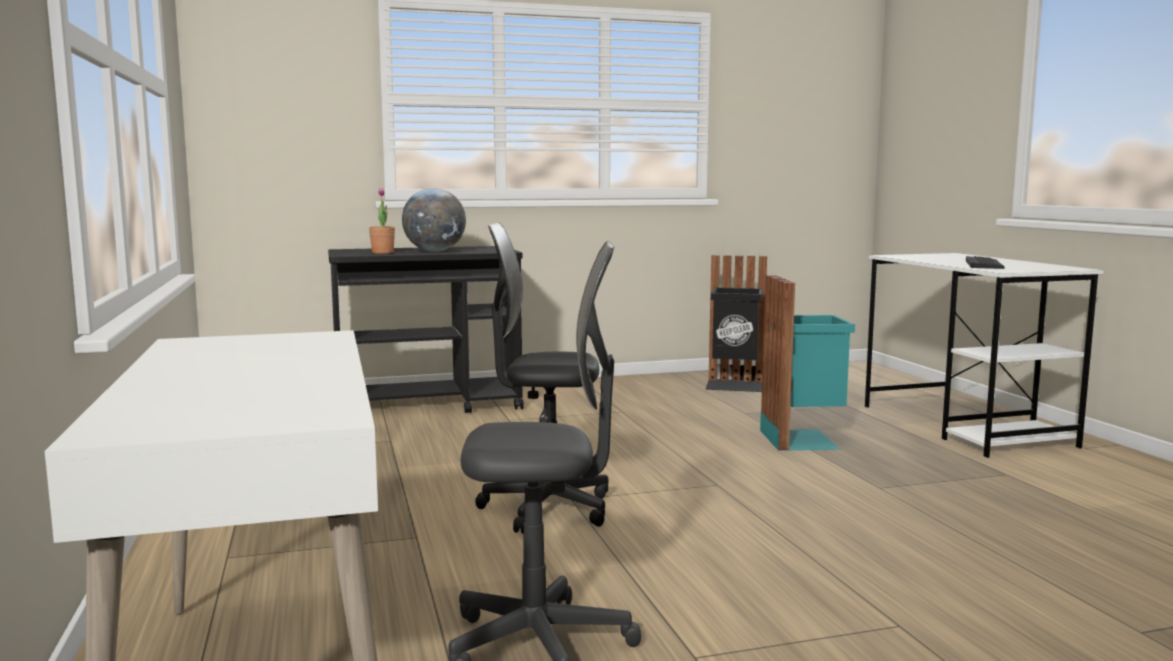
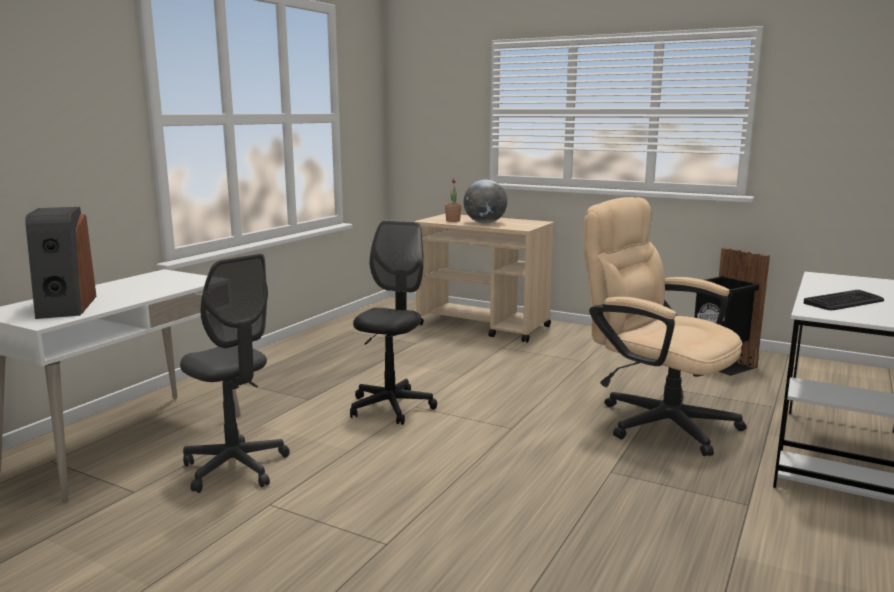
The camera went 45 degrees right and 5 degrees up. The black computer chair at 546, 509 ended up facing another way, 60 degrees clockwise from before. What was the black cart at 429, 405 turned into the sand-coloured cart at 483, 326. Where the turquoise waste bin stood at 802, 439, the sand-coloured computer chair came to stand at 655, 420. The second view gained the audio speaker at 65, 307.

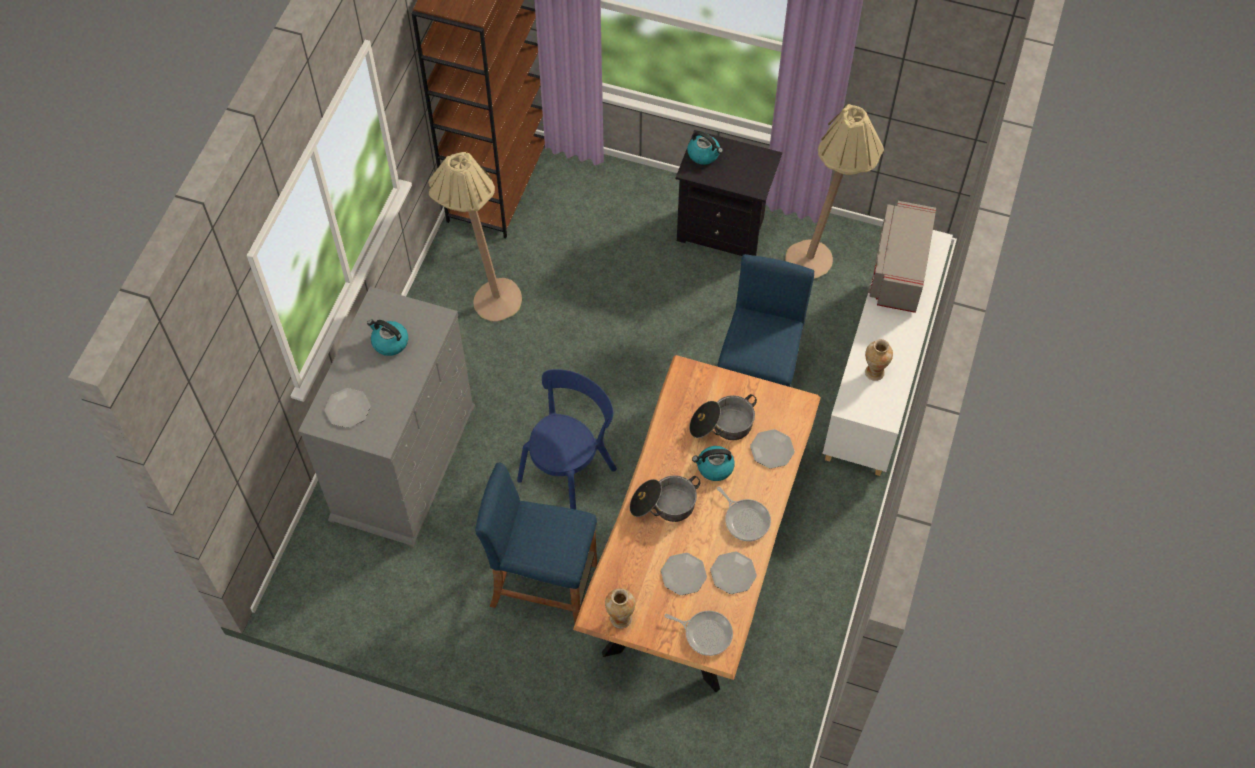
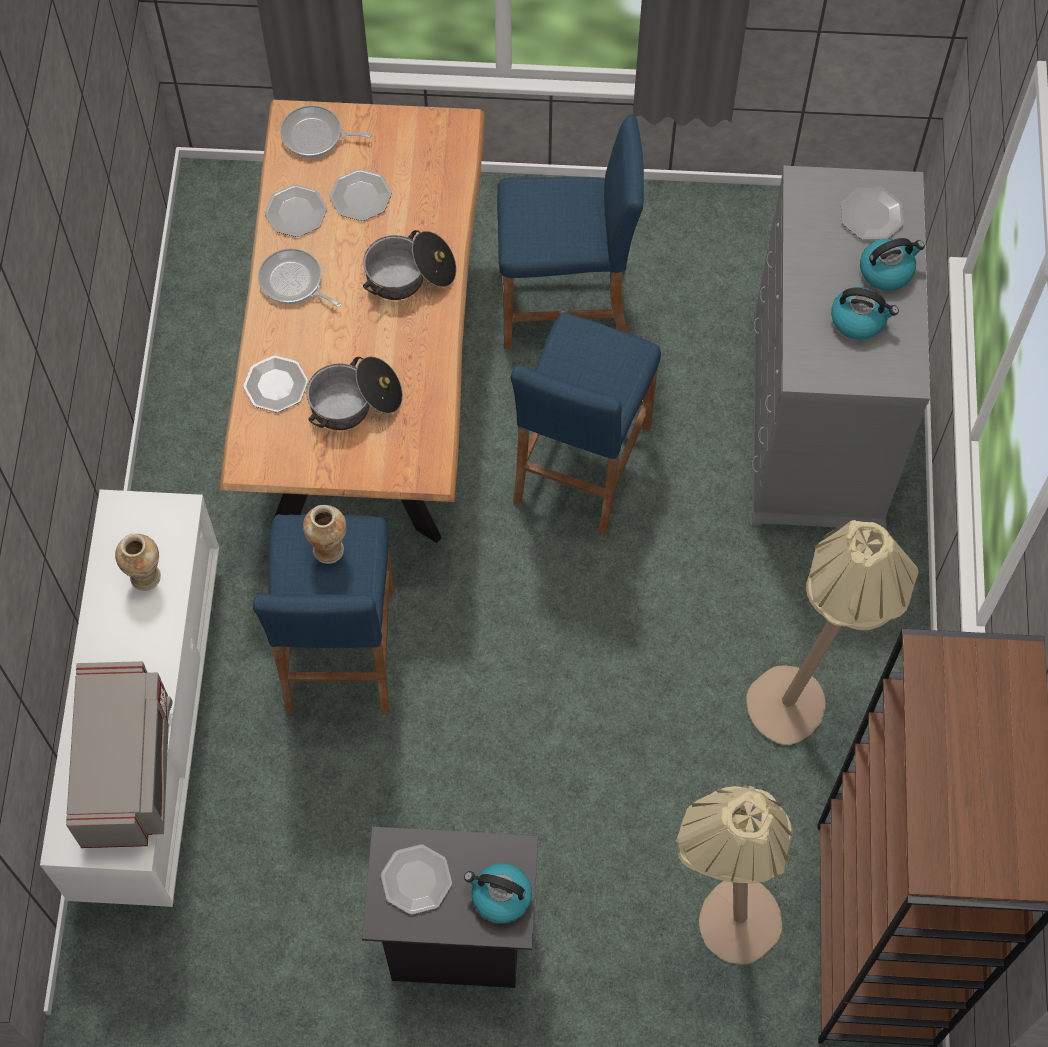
The camera went 165 degrees right and 5 degrees up. The sand-coloured standing lamp ended up elsewhere, having gone from 820, 262 to 719, 923. Where the bluish plain chair stood at 569, 471, the bluish stool came to stand at 581, 463. The water kettle ended up elsewhere, having gone from 714, 467 to 887, 270. The flower vase ended up elsewhere, having gone from 620, 618 to 329, 550. The second view gained the plate at 416, 880.

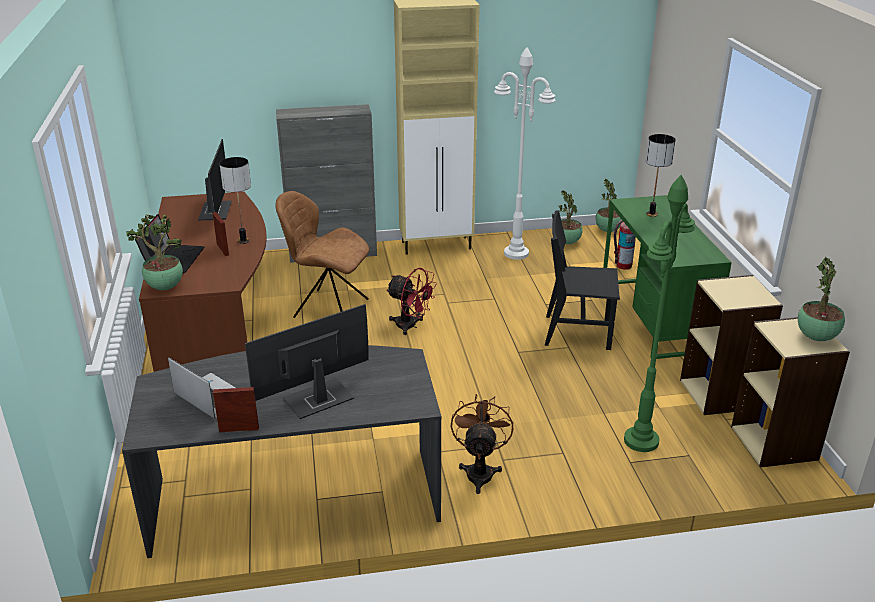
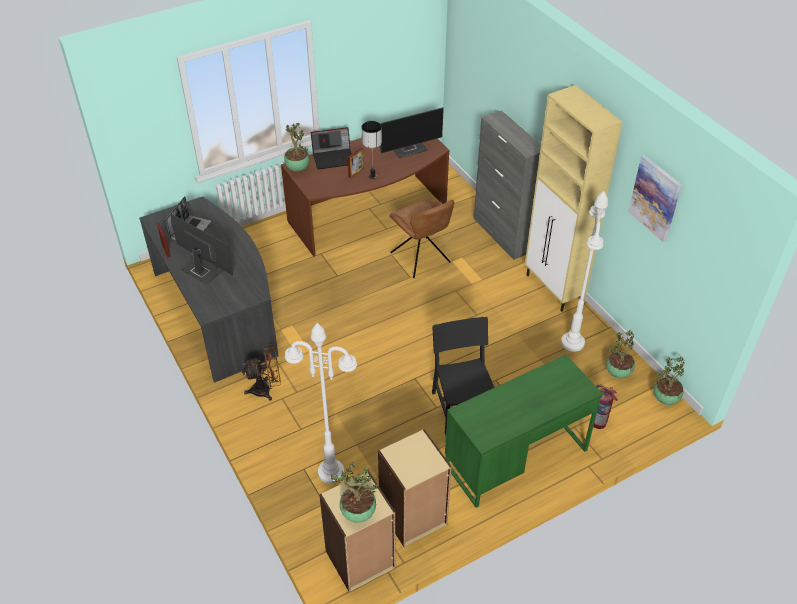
The camera went 70 degrees right and 15 degrees up. The second view lost the lamp for a table at 651, 214. What was the green standing lamp at 641, 440 turned into the white-coloured standing lamp at 331, 472. The brown-coloured plain chair at 328, 308 ended up facing another way, 150 degrees clockwise from before. The second view lost the reddish fan at 411, 326. The second view gained the picture at 655, 198.

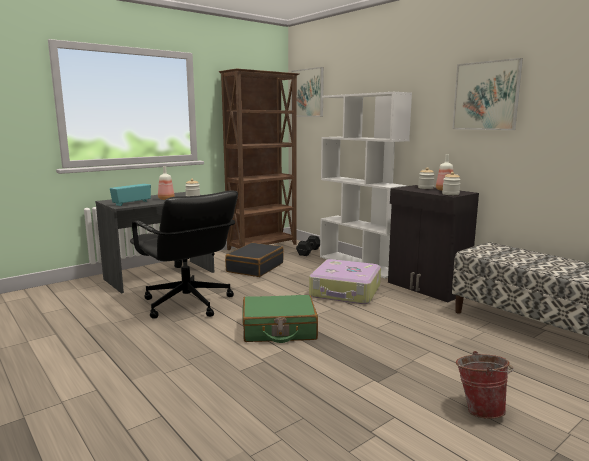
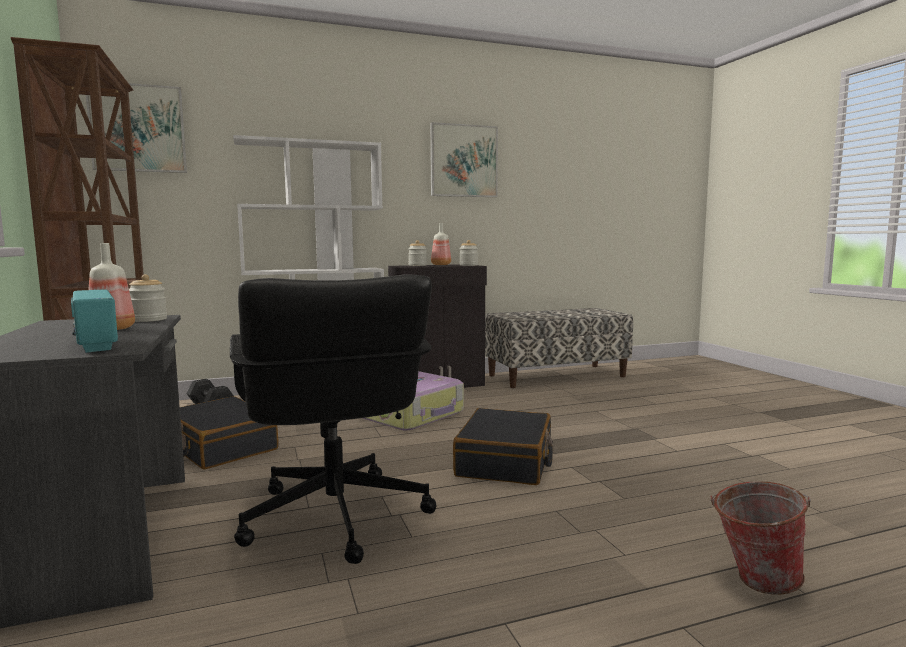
The camera went 70 degrees left and 5 degrees down. The black computer chair at 187, 304 ended up facing another way, 90 degrees clockwise from before. What was the green piece of luggage at 279, 329 turned into the black piece of luggage at 506, 462. The water bucket ended up elsewhere, having gone from 480, 409 to 754, 581.

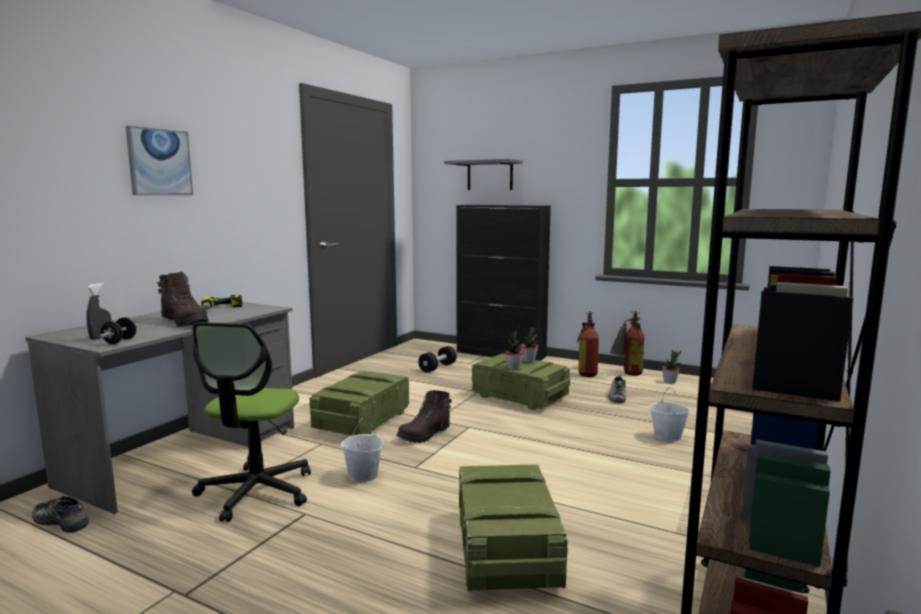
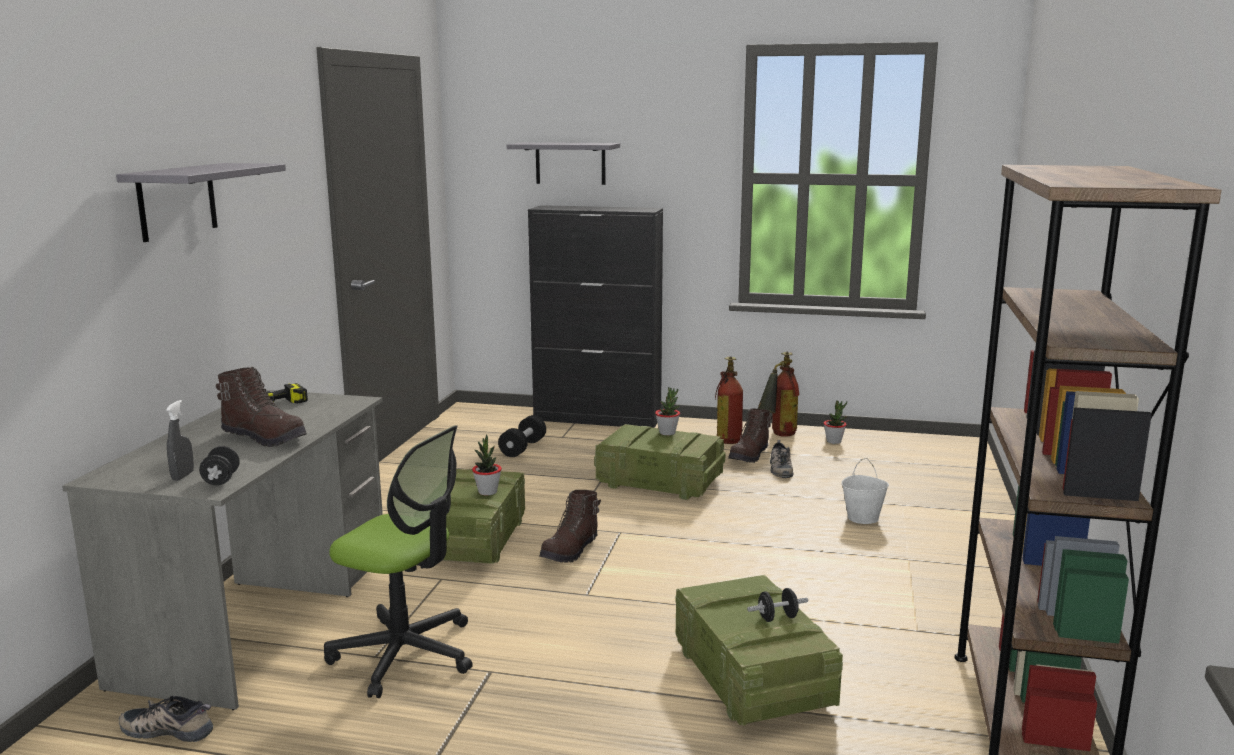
The camera went 15 degrees left and 5 degrees up. Where the picture hung at 159, 162, the gray bracket shelf came to hang at 177, 201. The computer chair at 256, 492 ended up facing another way, 60 degrees counterclockwise from before. The potted plant ended up elsewhere, having gone from 513, 368 to 487, 492. The second view lost the white-coloured water bucket at 363, 476. The second view gained the brown-coloured high-top boot at 750, 455. The second view gained the black hand weight at 777, 618.

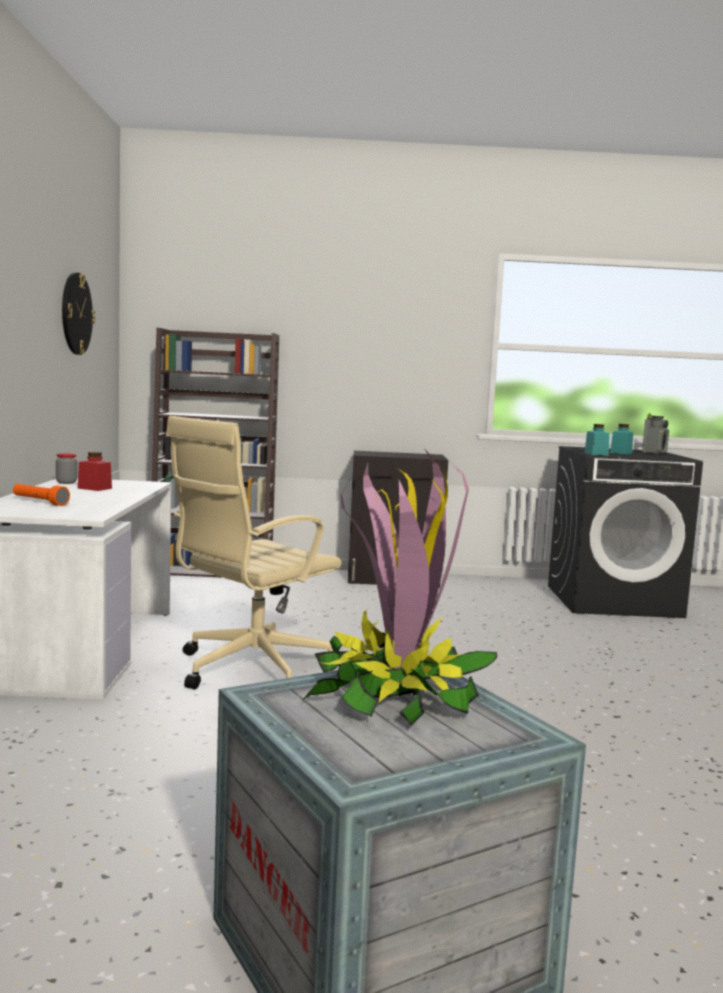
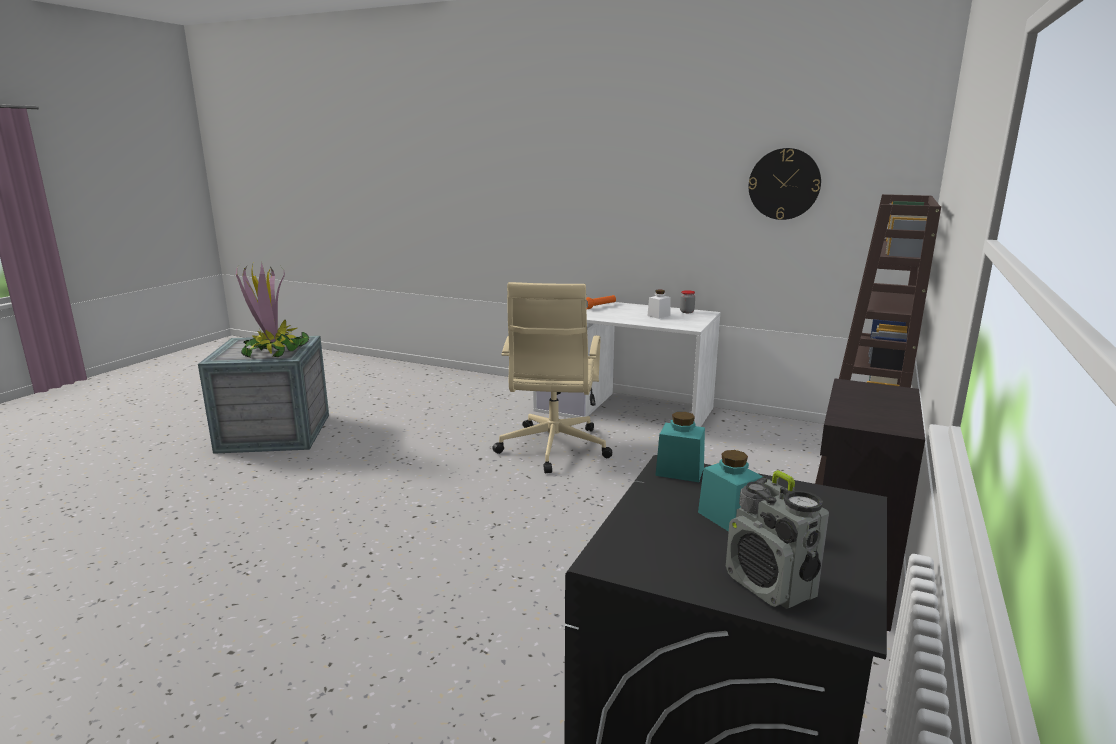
The camera went 115 degrees right and 10 degrees up. The sand-coloured computer chair at 250, 669 ended up facing another way, 150 degrees counterclockwise from before. What was the reddish preserve jar at 94, 488 turned into the white-coloured preserve jar at 658, 315.

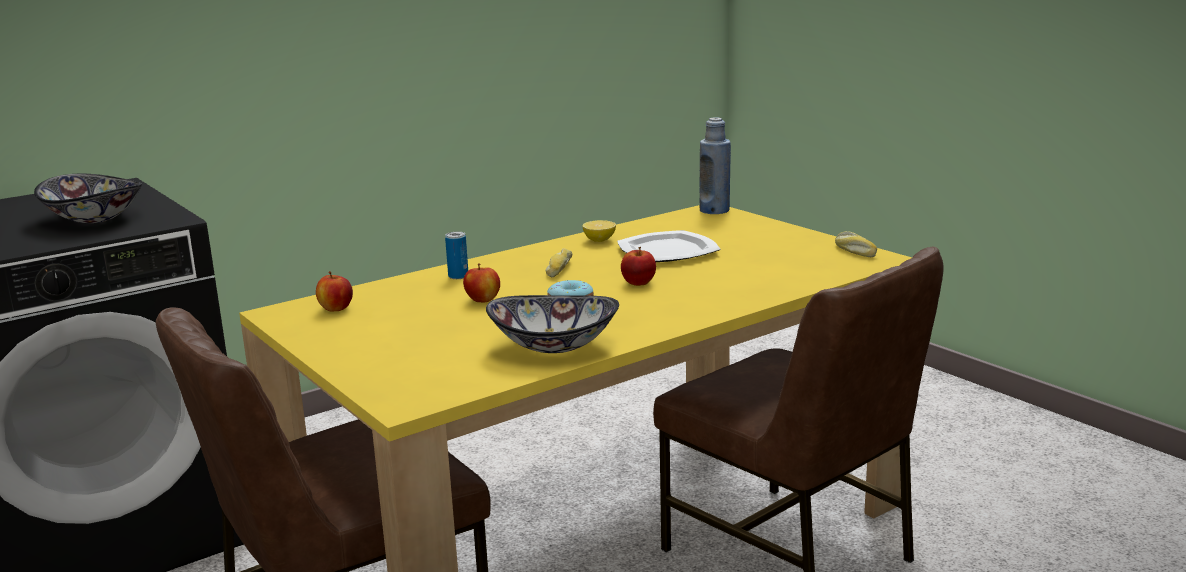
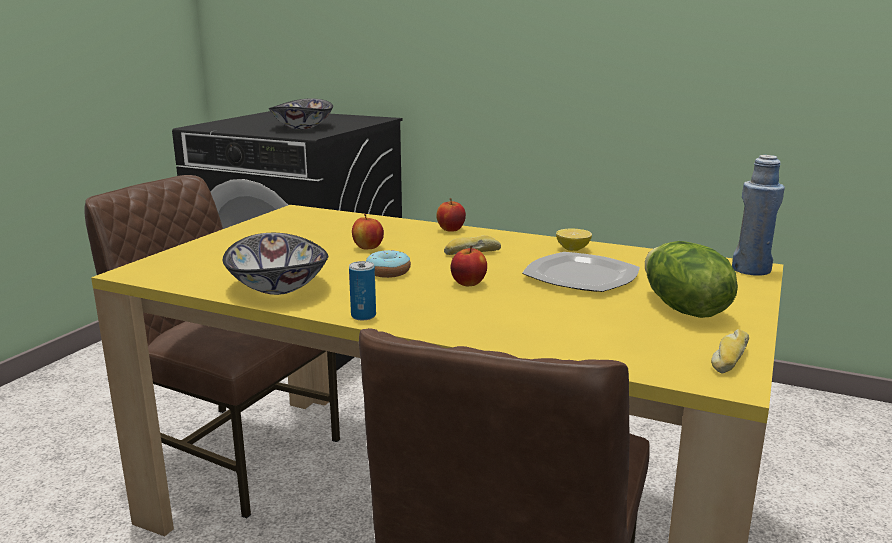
The camera went 60 degrees right and 0 degrees up. The can ended up elsewhere, having gone from 458, 276 to 363, 316. The apple fruit ended up elsewhere, having gone from 336, 309 to 450, 230. The second view gained the lettuce at 682, 308.

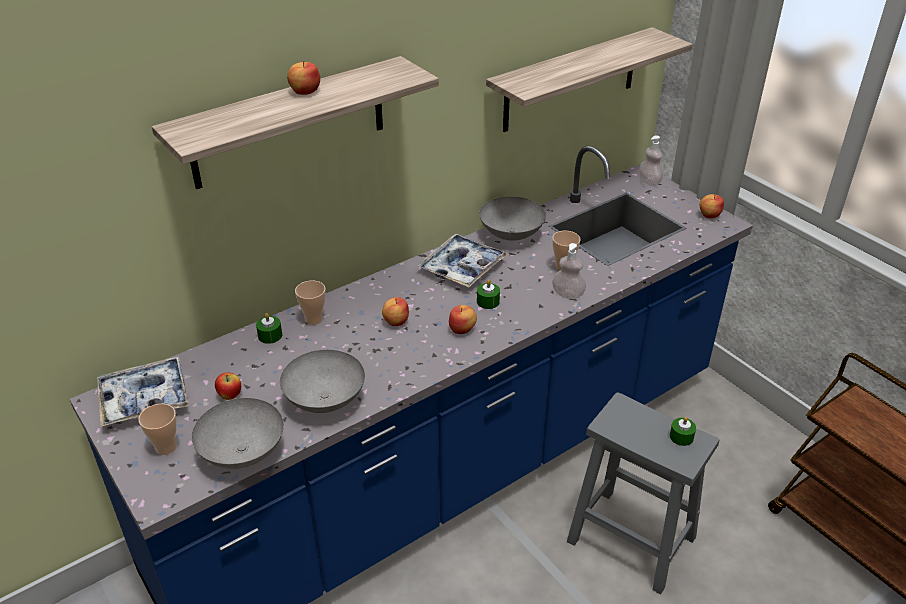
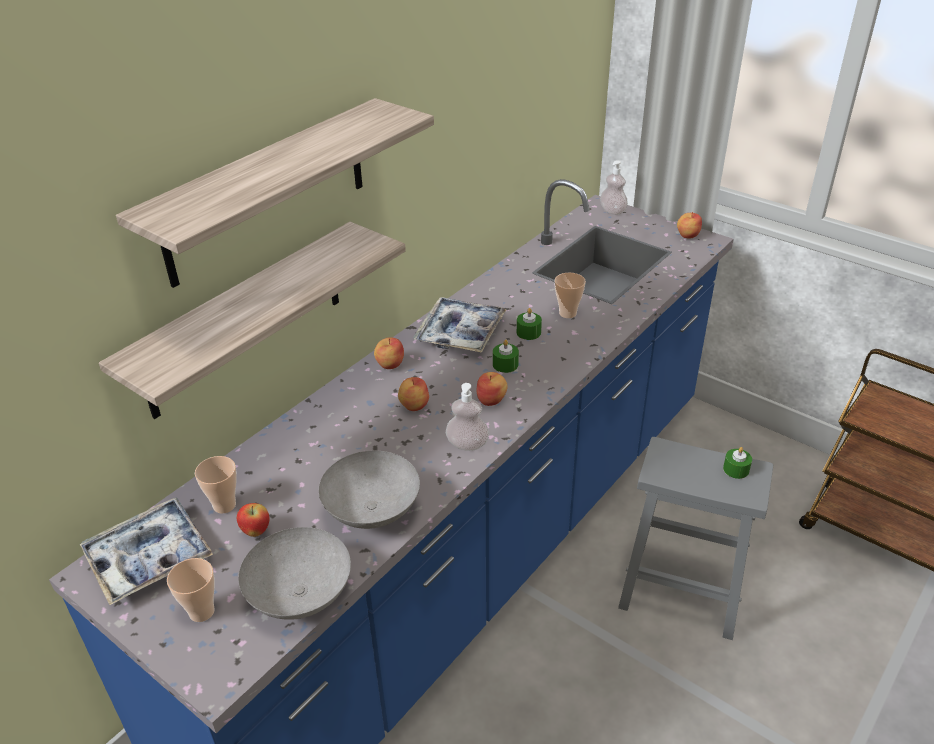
The camera went 15 degrees left and 0 degrees up. The bracket shelf ended up elsewhere, having gone from 571, 80 to 245, 320. The apple fruit ended up elsewhere, having gone from 305, 91 to 390, 364. The second view lost the gray deep dish at 511, 235. The soap bottle ended up elsewhere, having gone from 568, 294 to 467, 444. The small cup ended up elsewhere, having gone from 314, 319 to 224, 505. The green wax light ended up elsewhere, having gone from 270, 335 to 528, 332.

